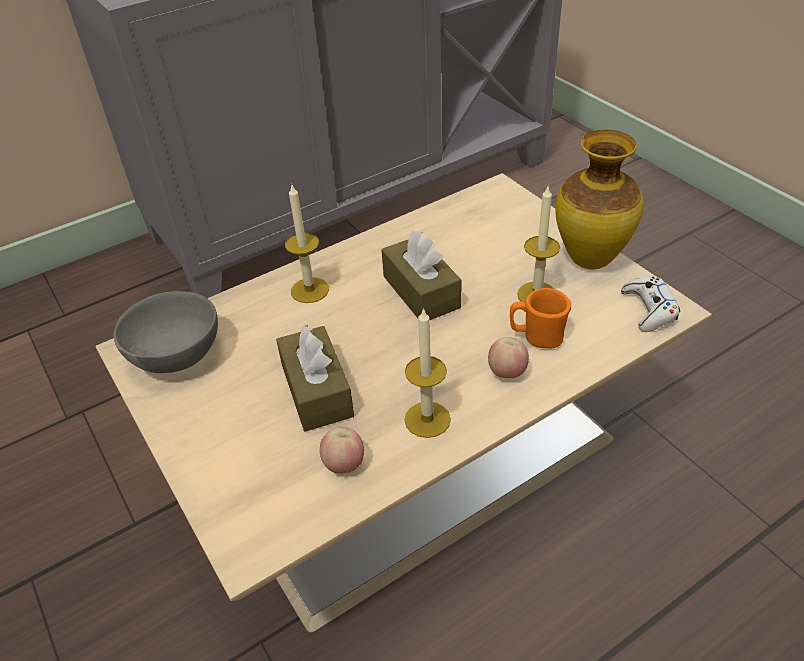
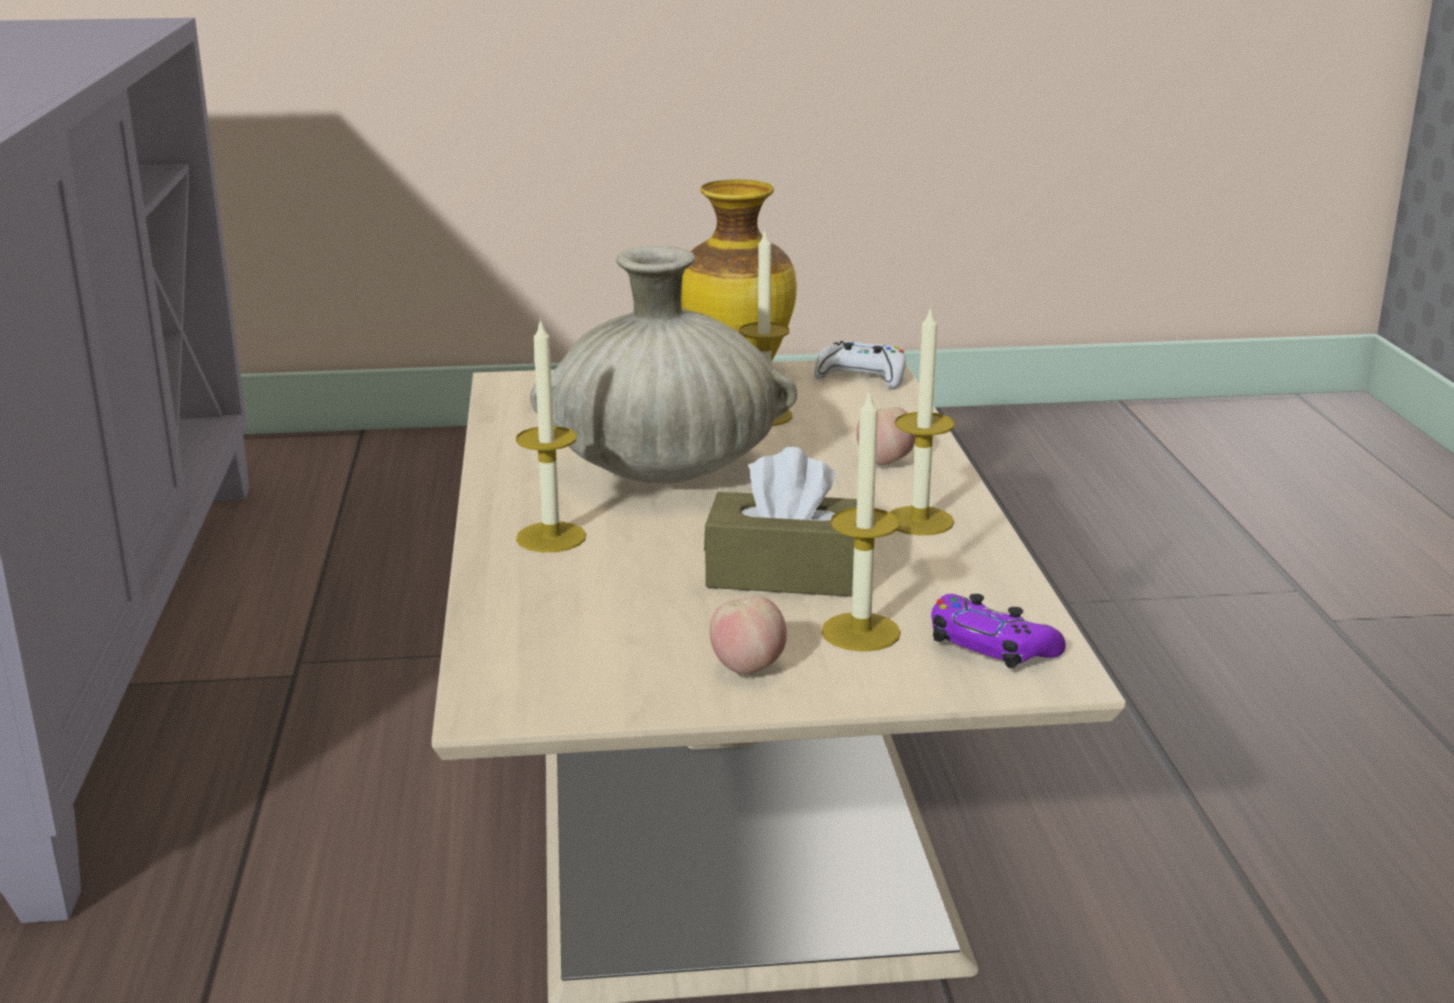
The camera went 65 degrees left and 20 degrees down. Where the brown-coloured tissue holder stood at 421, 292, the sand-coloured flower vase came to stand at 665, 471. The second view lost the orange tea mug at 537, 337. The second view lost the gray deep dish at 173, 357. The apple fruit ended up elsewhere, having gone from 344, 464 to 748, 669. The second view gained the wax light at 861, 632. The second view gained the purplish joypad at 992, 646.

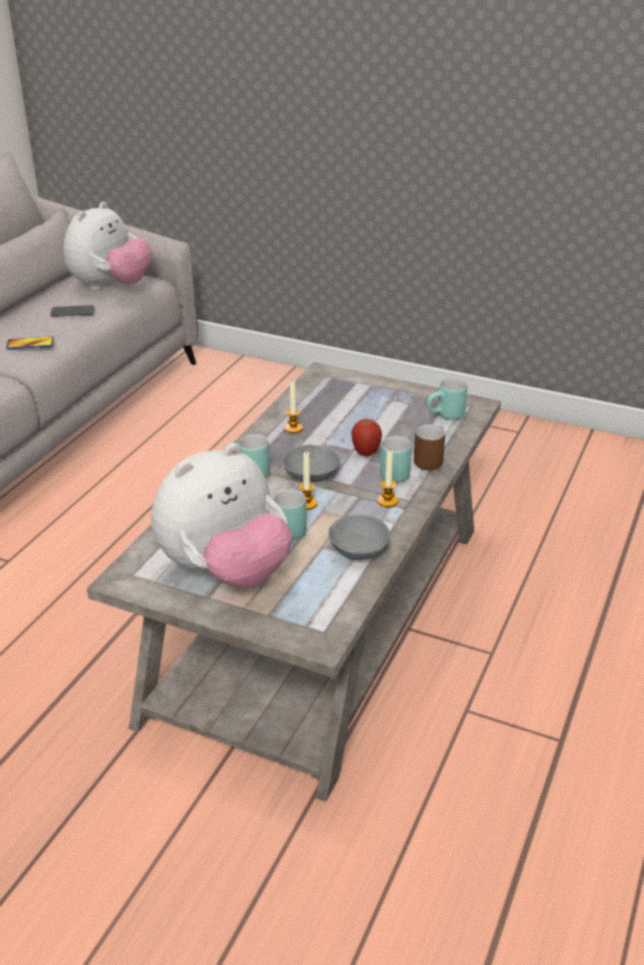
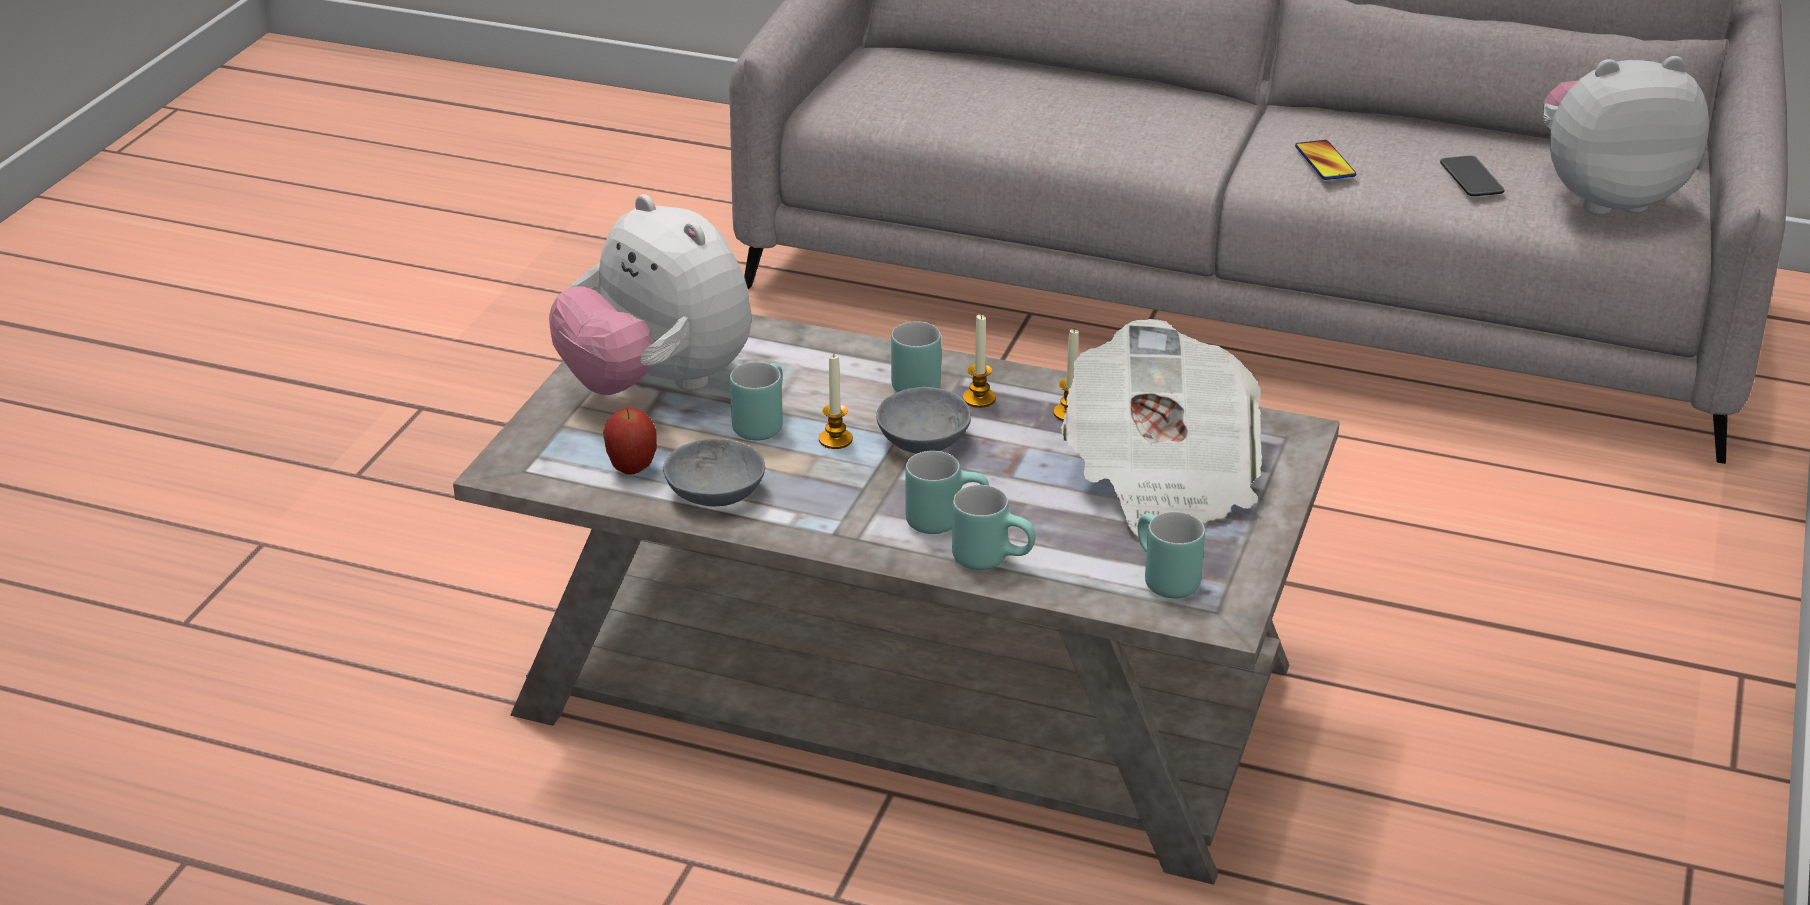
The camera went 85 degrees right and 0 degrees up. The cuddly toy at 111, 287 ended up facing another way, 150 degrees clockwise from before. The apple fruit ended up elsewhere, having gone from 365, 453 to 632, 469. What was the brown-coloured tea mug at 428, 460 turned into the turquoise tea mug at 993, 558. The wax light ended up elsewhere, having gone from 387, 501 to 979, 398. The second view gained the printed paper at 1160, 479.

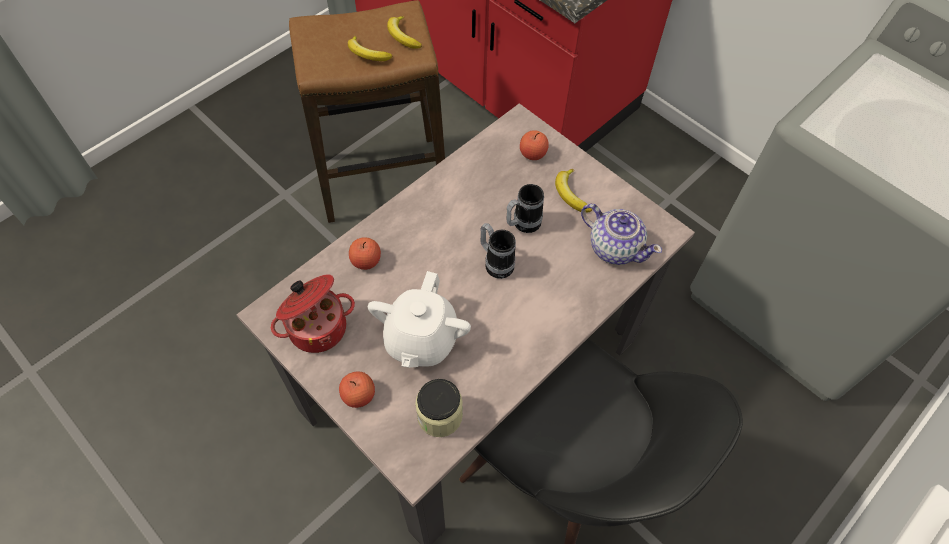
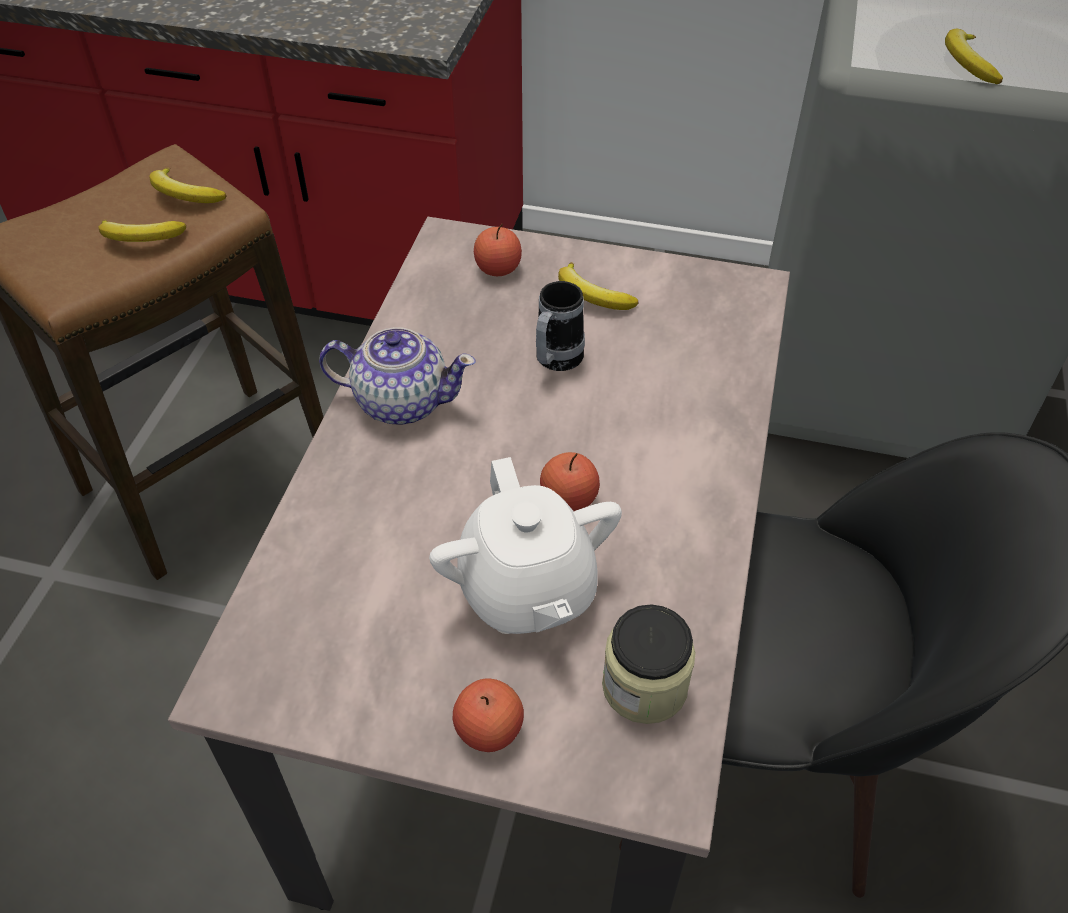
The camera went 30 degrees left and 10 degrees down. The teapot ended up elsewhere, having gone from 614, 247 to 401, 401. The second view lost the tea mug at 495, 262. The apple fruit ended up elsewhere, having gone from 366, 261 to 569, 499. The second view lost the saucepot at 317, 326. The second view gained the banana at 967, 63.

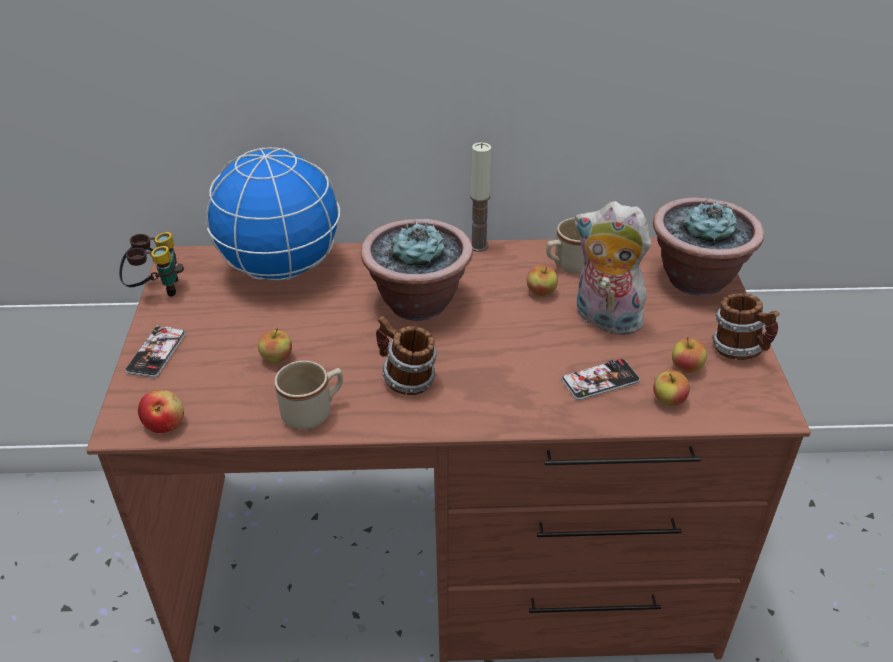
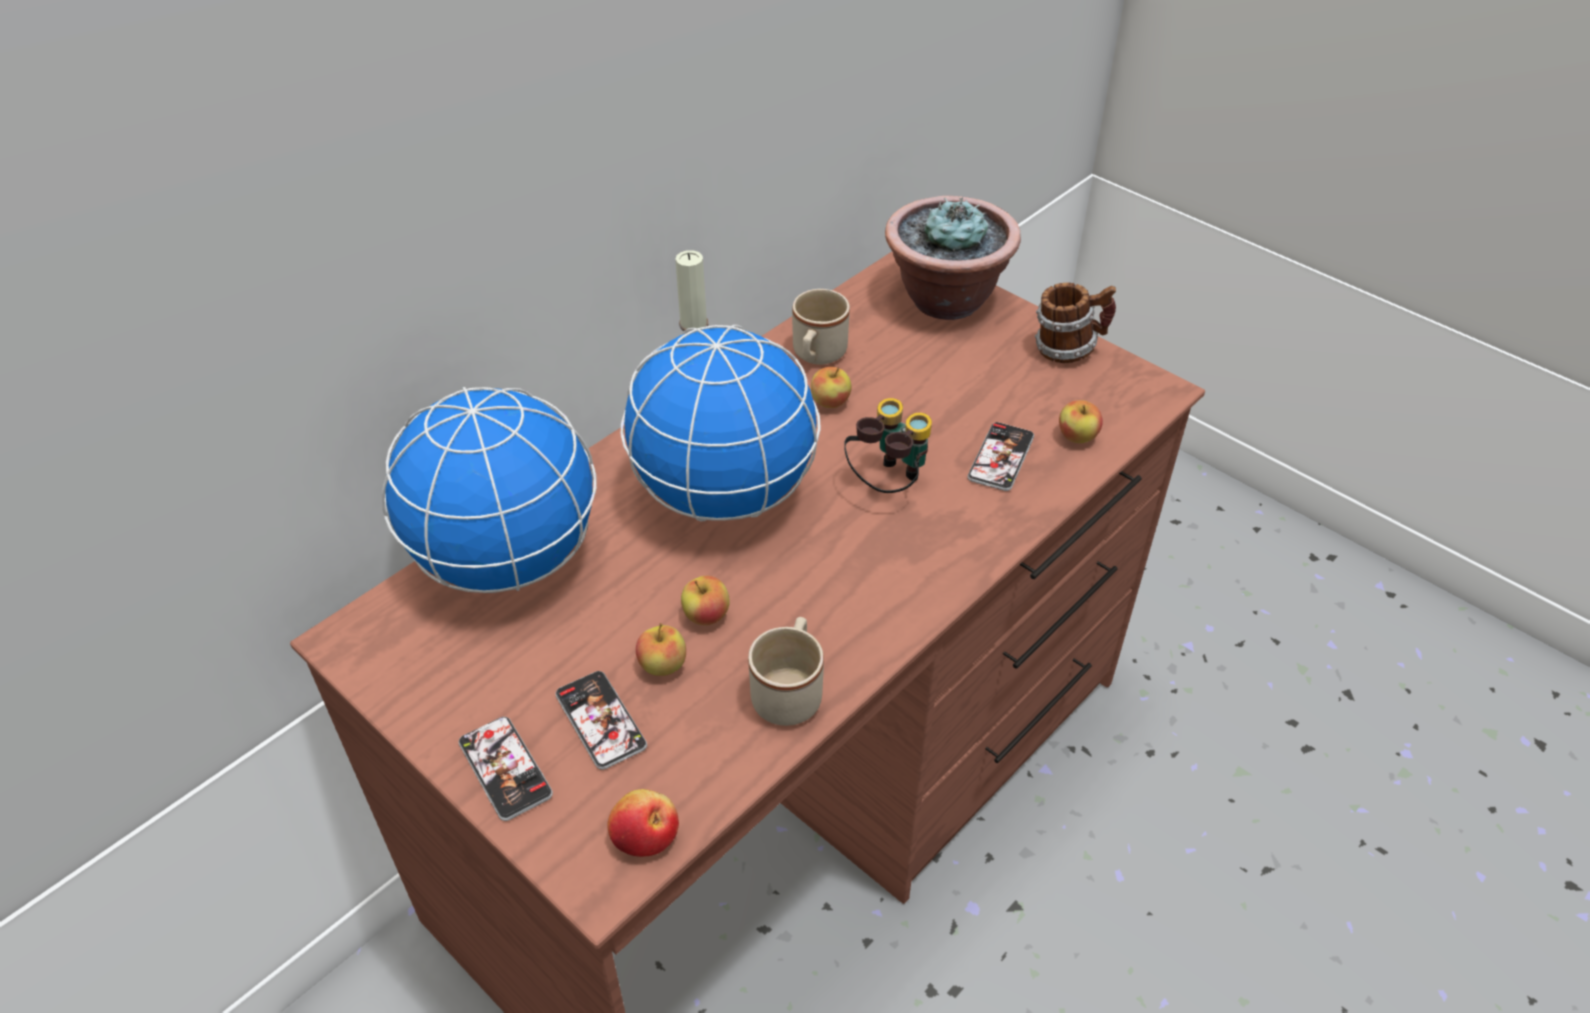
The camera went 45 degrees left and 5 degrees up. The second view lost the cuddly toy at 603, 320. Where the potted plant stood at 417, 302, the world globe came to stand at 723, 495. The pair of binoculars ended up elsewhere, having gone from 157, 289 to 887, 483. The second view lost the tea mug at 406, 379. The apple fruit ended up elsewhere, having gone from 686, 368 to 706, 616. The second view gained the handset at 600, 720.

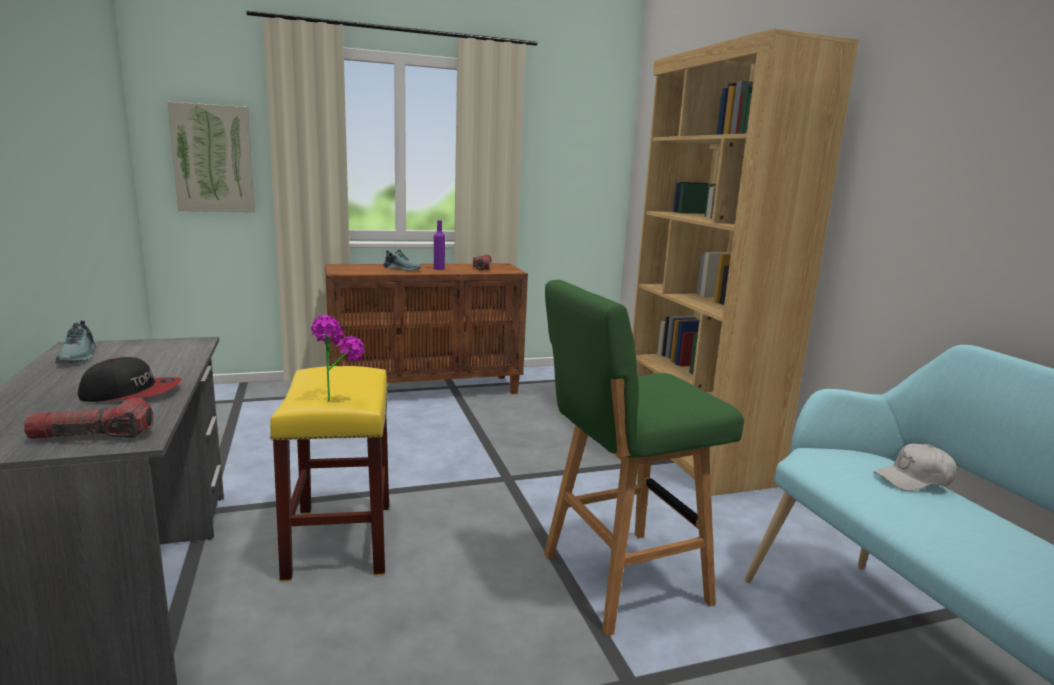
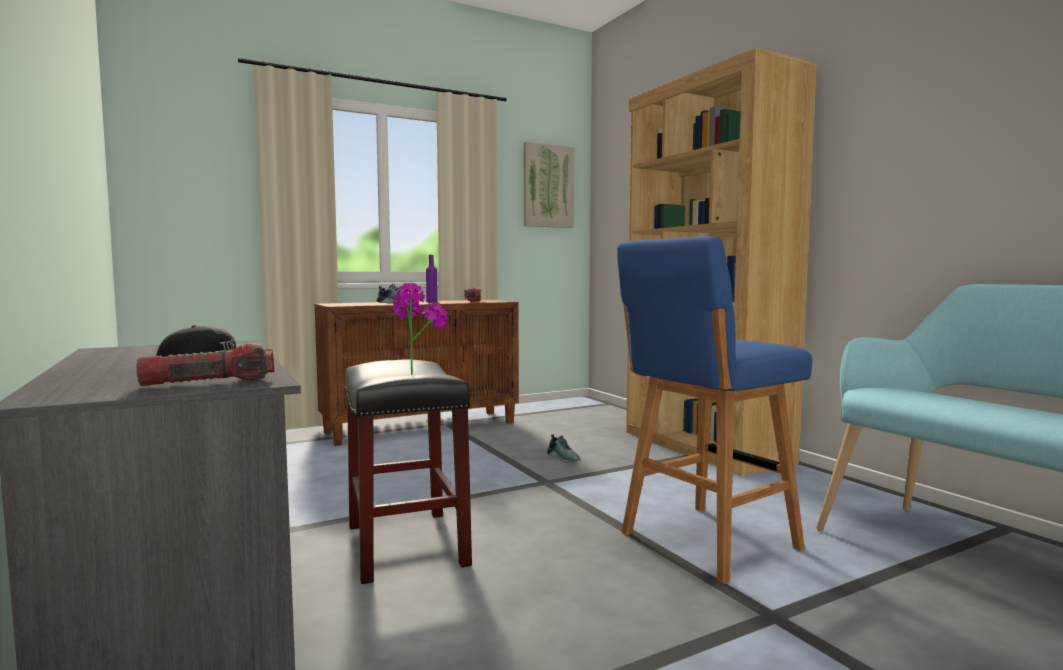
The camera went 10 degrees left and 10 degrees down. The picture ended up elsewhere, having gone from 213, 159 to 547, 186. What was the green stool at 619, 580 turned into the bluish stool at 705, 542. The item of footwear ended up elsewhere, having gone from 80, 356 to 564, 458. What was the yellow-coloured stool at 341, 541 turned into the black stool at 407, 545. The second view lost the white-coloured baseball cap at 914, 479.

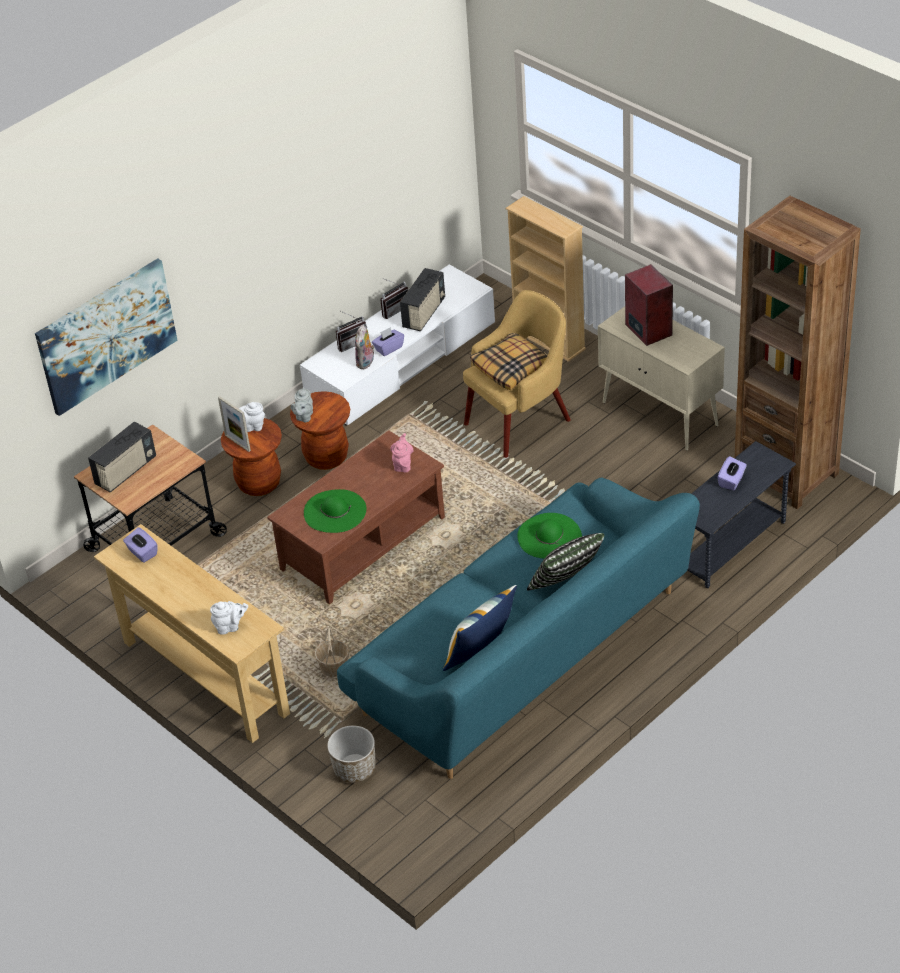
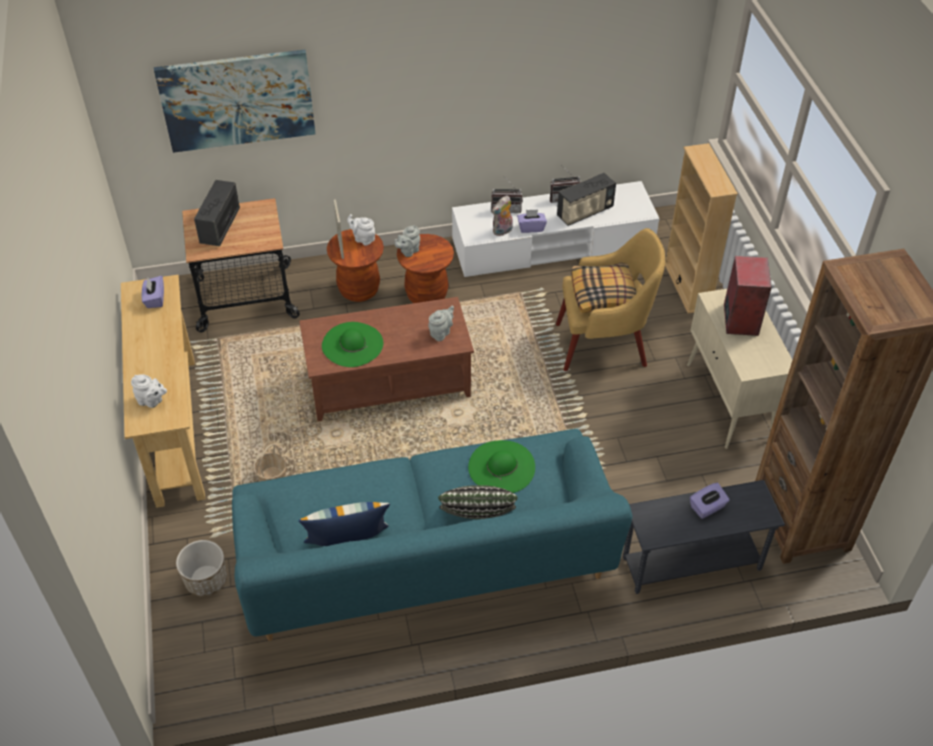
The camera went 30 degrees right and 5 degrees up. The radio at 126, 472 ended up facing another way, 120 degrees clockwise from before. What was the pink-coloured teapot at 403, 464 turned into the gray teapot at 441, 332.

